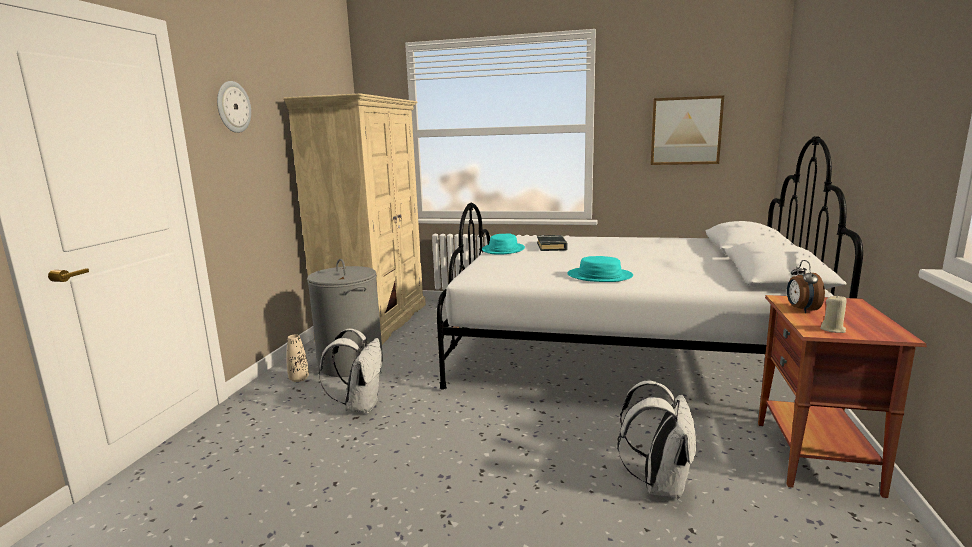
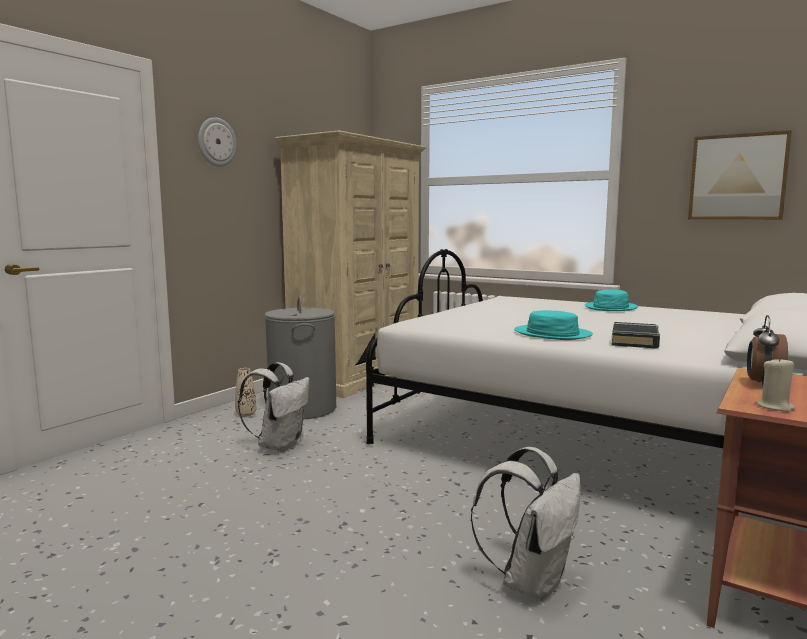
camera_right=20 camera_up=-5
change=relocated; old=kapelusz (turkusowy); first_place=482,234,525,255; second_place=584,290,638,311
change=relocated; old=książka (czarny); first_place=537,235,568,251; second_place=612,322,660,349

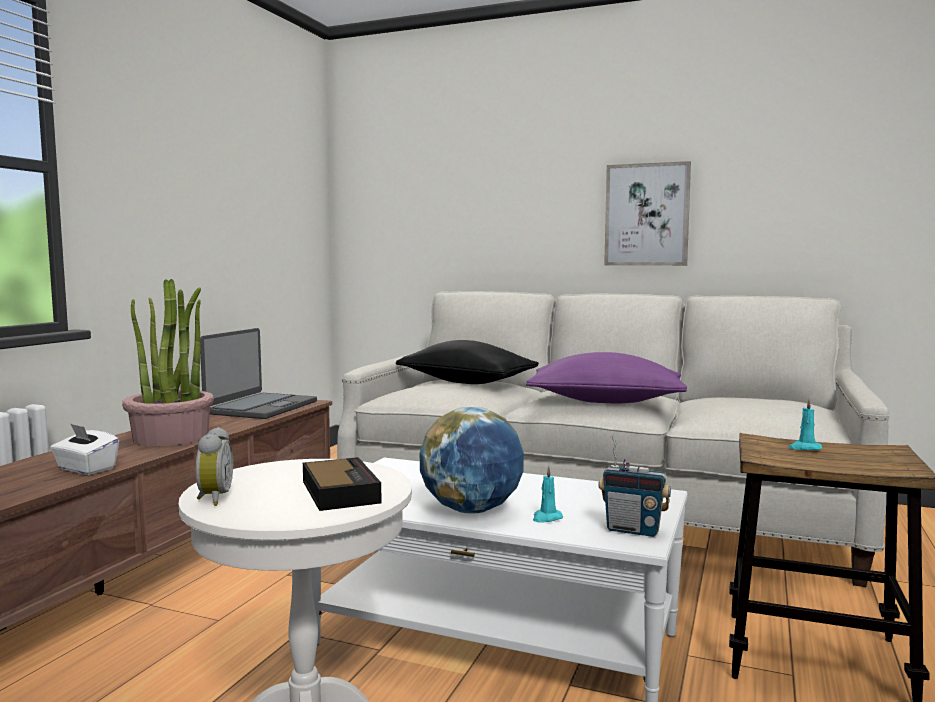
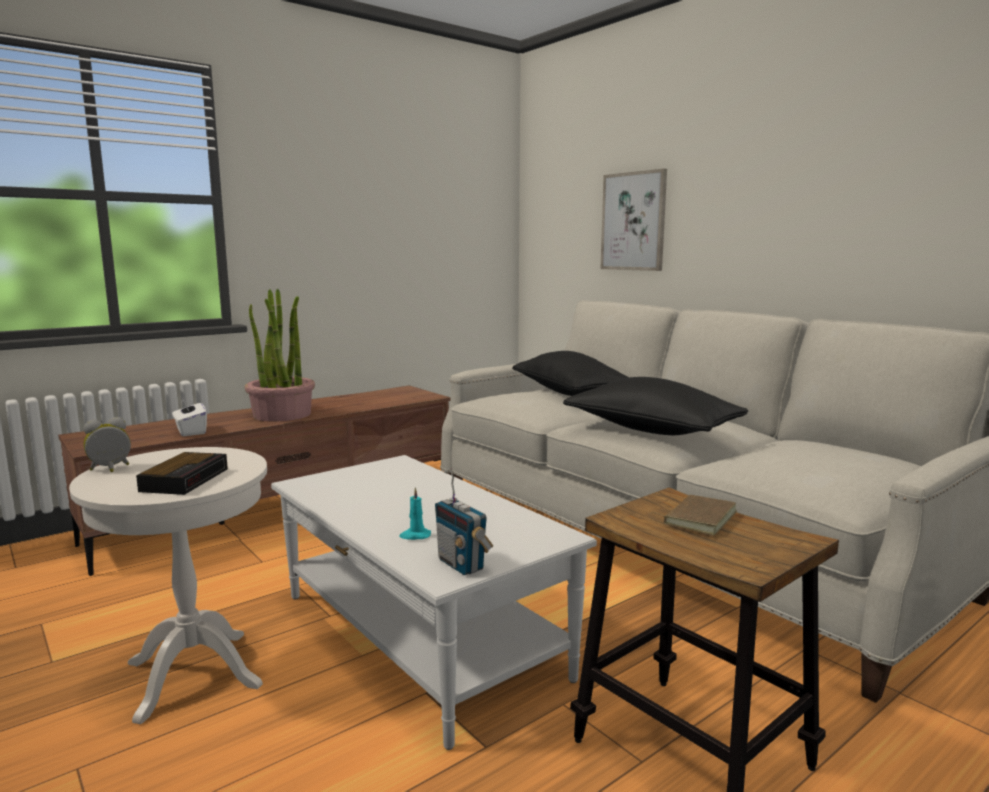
camera_right=30 camera_up=5
change=relocated; old=obraz; first_place=604,161,691,266; second_place=600,168,667,271
change=missing; old=laptop; first_place=200,328,317,419
change=colour; old=poduszka (fioletowy); new=poduszka (czarny); first_place=526,352,687,403; second_place=563,377,748,435
change=exchanged; old=świeca (turkusowy); new=książka (brązowy); first_place=789,399,822,450; second_place=652,495,737,535
change=missing; old=globus; first_place=420,407,524,514
change=spun; old=budzik; first_place=196,427,233,506; second_place=83,417,131,472; degrees=-150

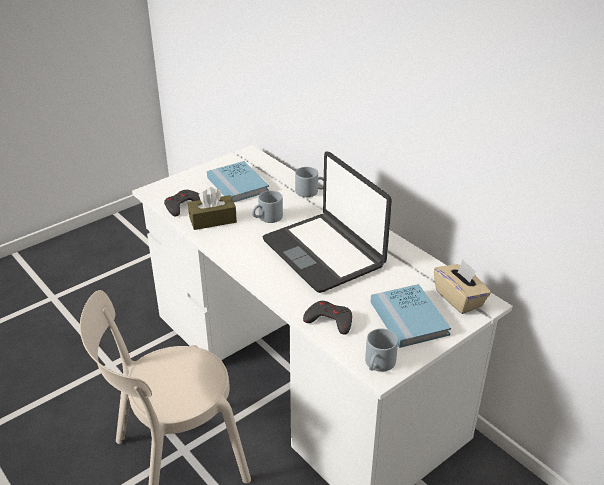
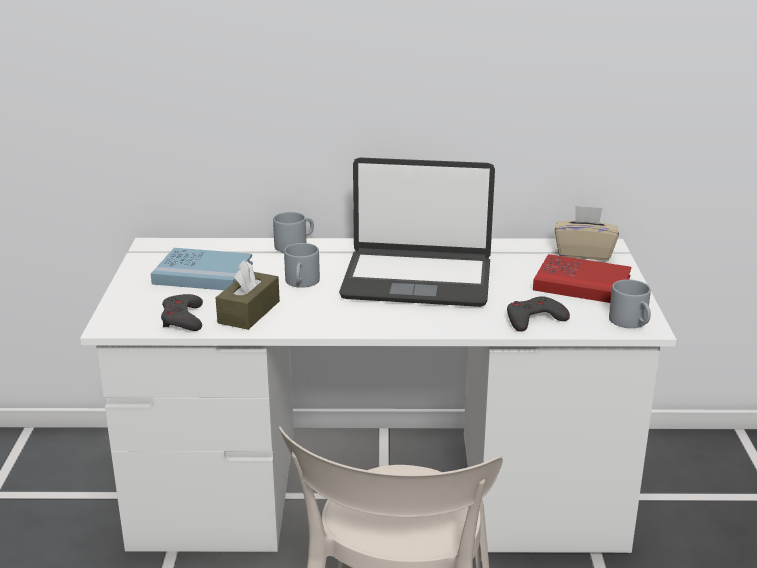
camera_right=-50 camera_up=-10
change=colour; old=książka (niebieski); new=książka (czerwony); first_place=370,284,451,348; second_place=533,254,631,303

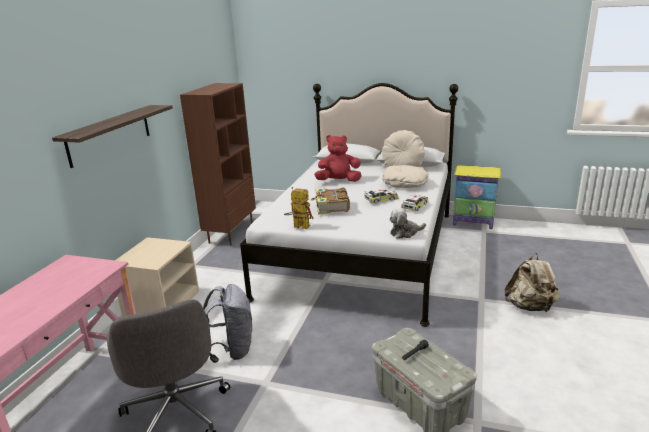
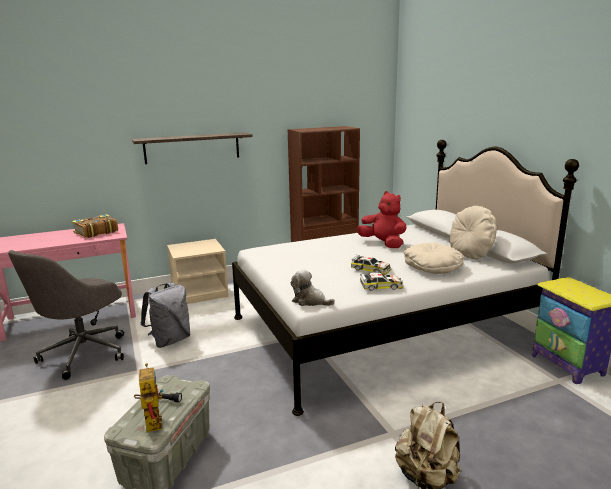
camera_right=50 camera_up=-5
change=relocated; old=robot zabawkowy; first_place=284,187,313,229; second_place=134,363,164,432
change=relocated; old=książka; first_place=310,188,350,214; second_place=72,214,118,238

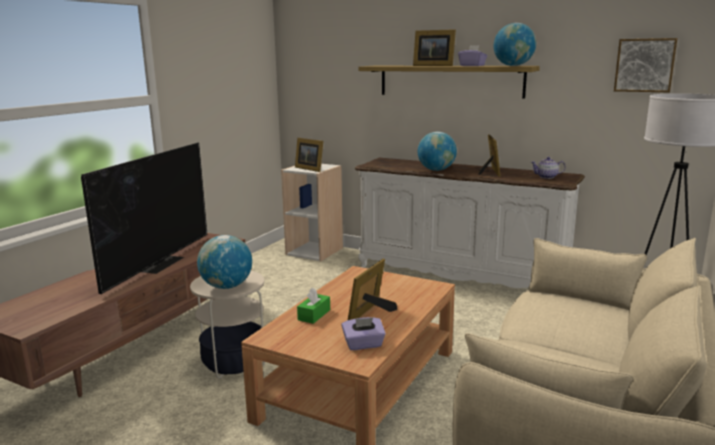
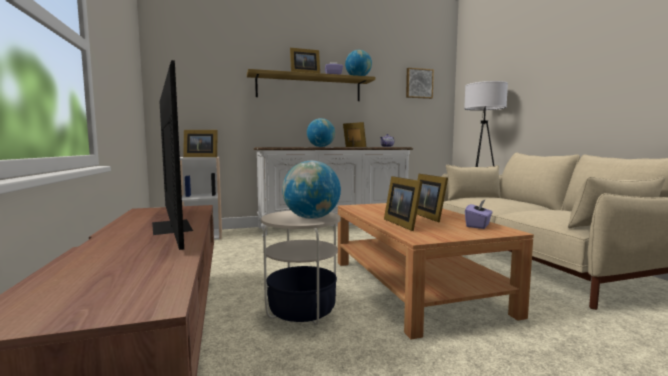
camera_right=-45 camera_up=-10
change=exchanged; old=pudełko chusteczek (zielony); new=ramka na zdjęcie; first_place=297,287,330,324; second_place=384,176,423,231

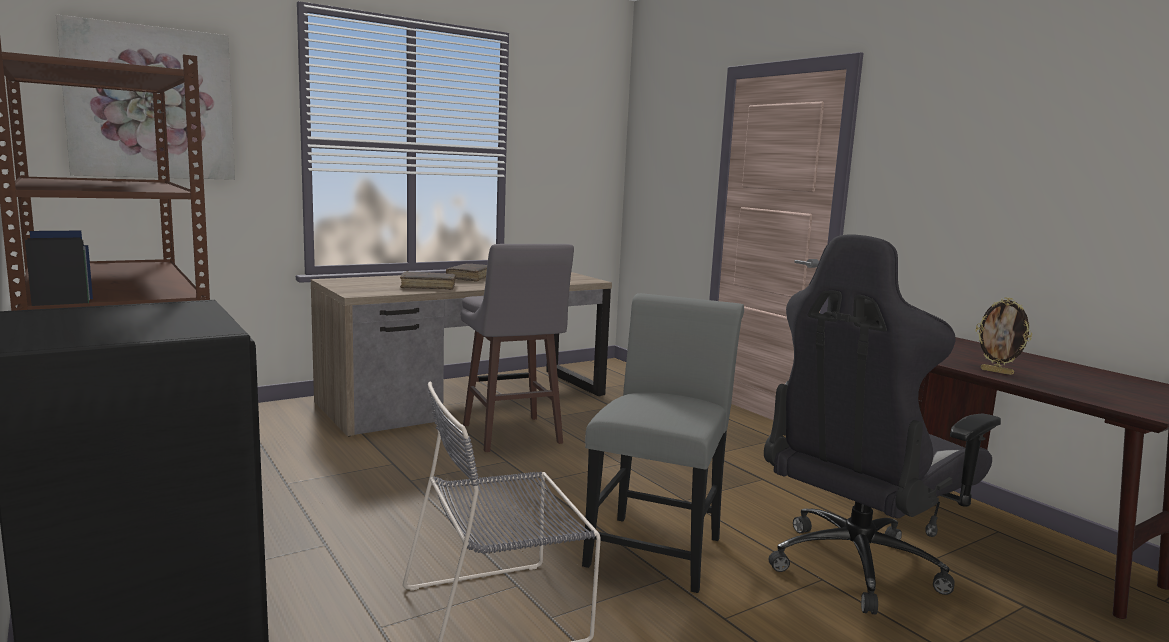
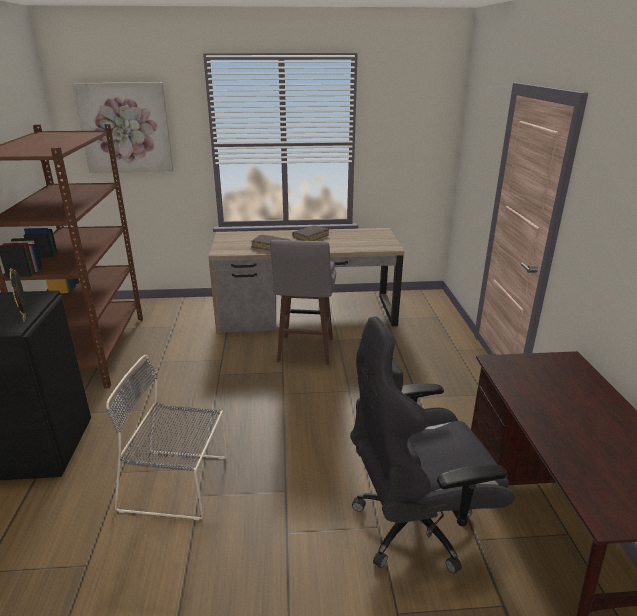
camera_right=30 camera_up=15
change=missing; old=krzesło (szary); first_place=582,293,744,593
change=relocated; old=ramka na zdjęcie; first_place=976,297,1032,375; second_place=9,268,26,322

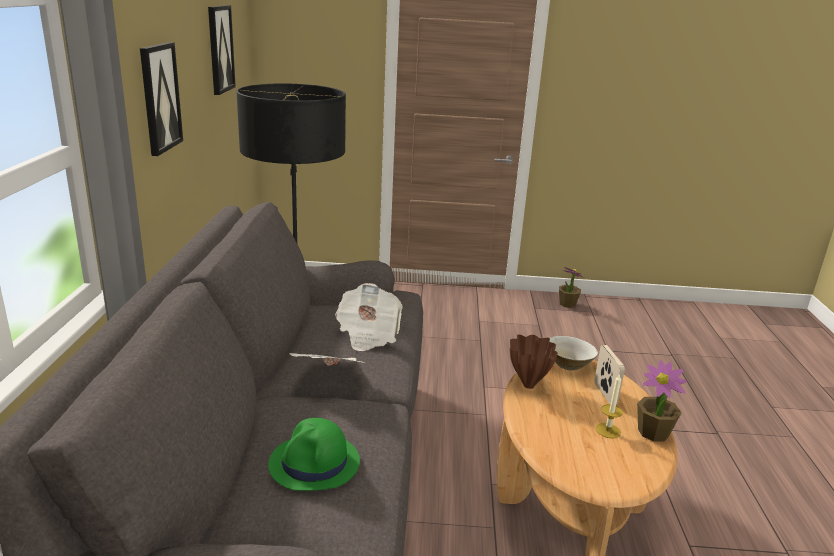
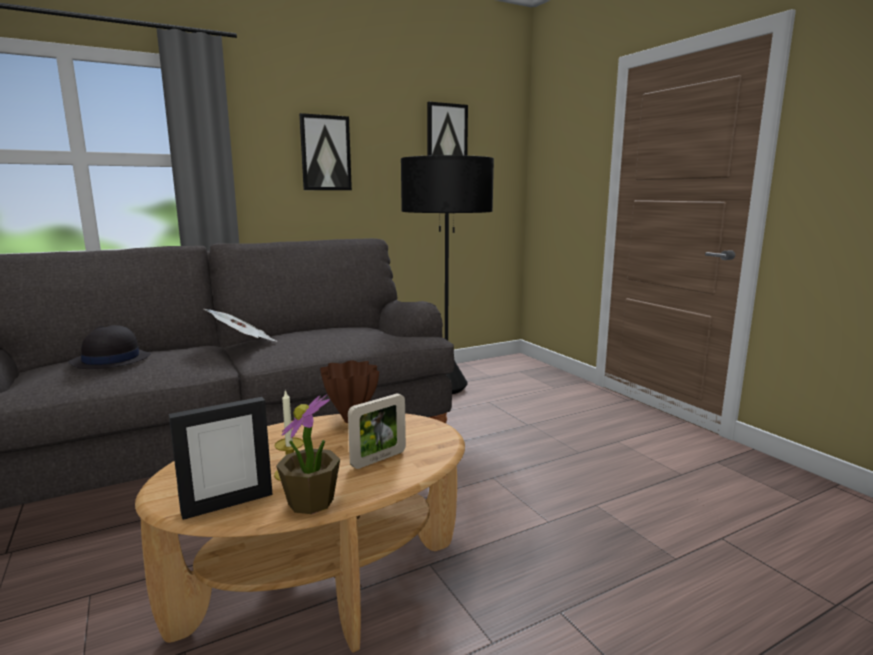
camera_right=60 camera_up=-10
change=missing; old=roślina doniczkowa; first_place=559,267,584,308
change=missing; old=gazeta; first_place=335,283,403,351
change=missing; old=miska (beżowy); first_place=550,336,598,370
change=colour; old=kapelusz (zielony); new=kapelusz (czarny); first_place=268,418,360,491; second_place=69,325,150,369
change=appeared; new=ramka na zdjęcie; second_place=169,397,273,520

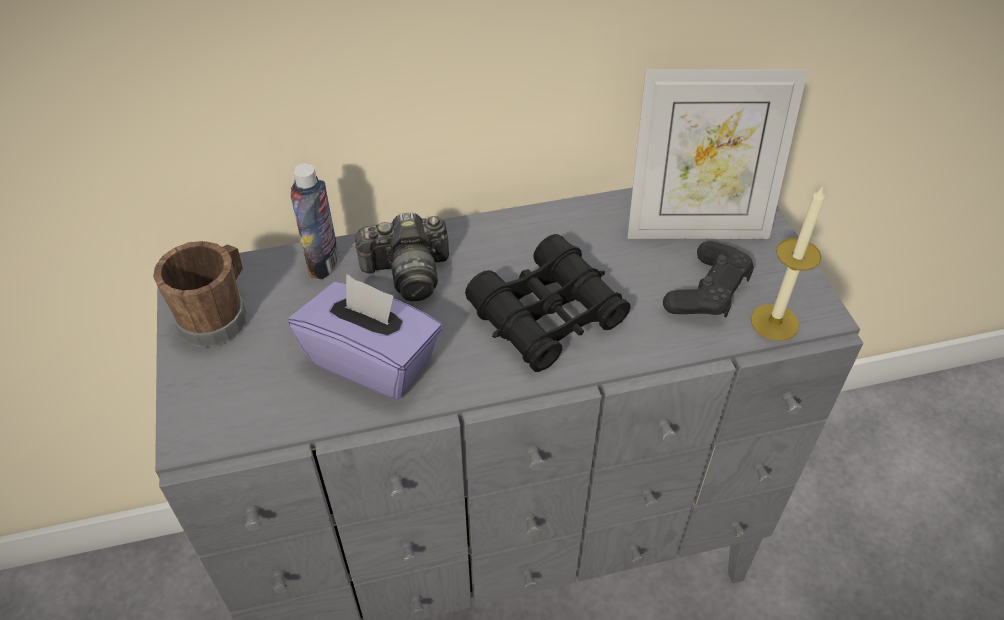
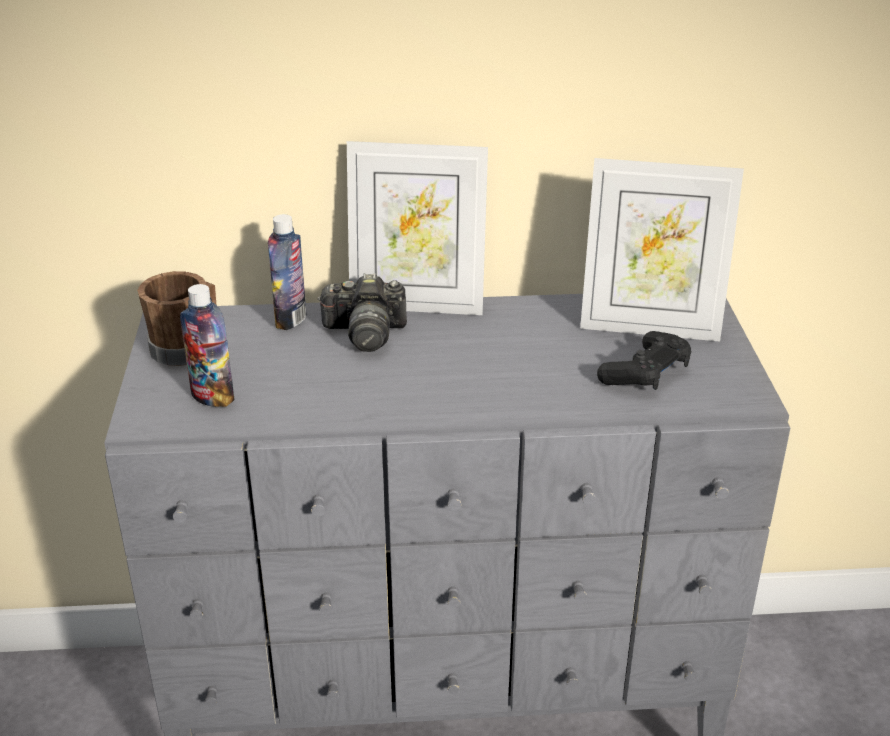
camera_right=10 camera_up=-15
change=missing; old=świeca; first_place=751,185,825,341
change=missing; old=lornetka (czarny); first_place=465,234,631,372
change=missing; old=pudełko chusteczek (fioletowy); first_place=288,274,442,400
change=appeared; new=ramka na zdjęcie; second_place=347,141,488,315
change=appeared; new=butelka; second_place=180,284,234,407

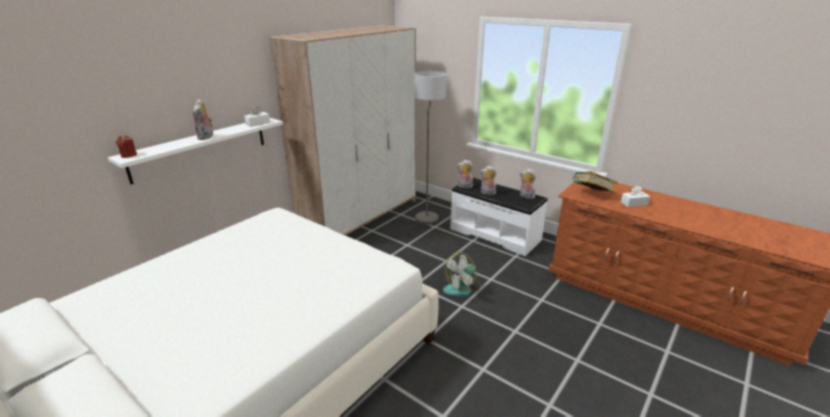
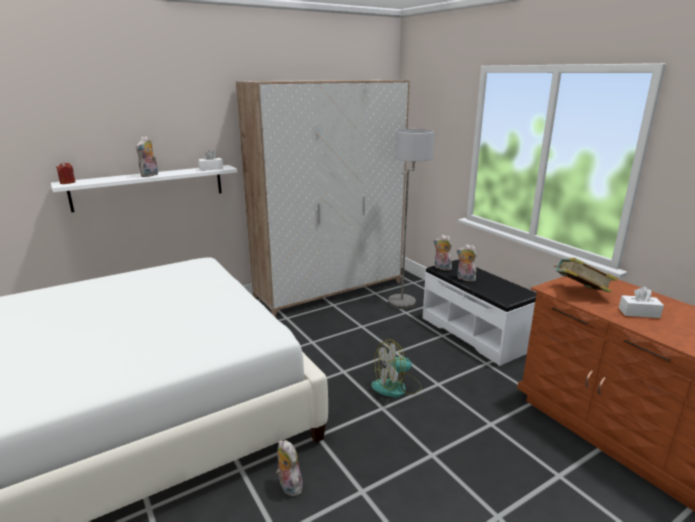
camera_right=20 camera_up=-5
change=relocated; old=pluszak; first_place=520,168,536,199; second_place=276,440,303,496

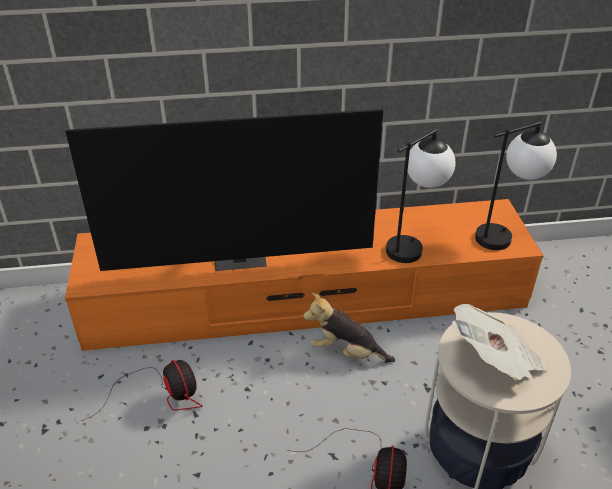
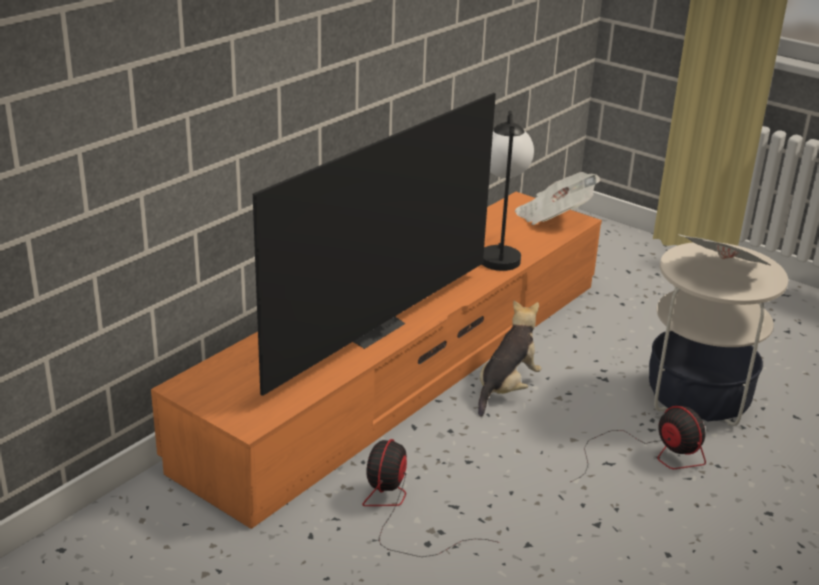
camera_right=-45 camera_up=-10
change=exchanged; old=lampa stołowa; new=gazeta; first_place=475,122,557,250; second_place=515,172,600,225
change=spun; old=pluszak; first_place=303,293,395,362; second_place=478,301,542,417; degrees=150
change=spun; old=wentylator; first_place=81,360,202,421; second_place=362,439,499,557; degrees=-90

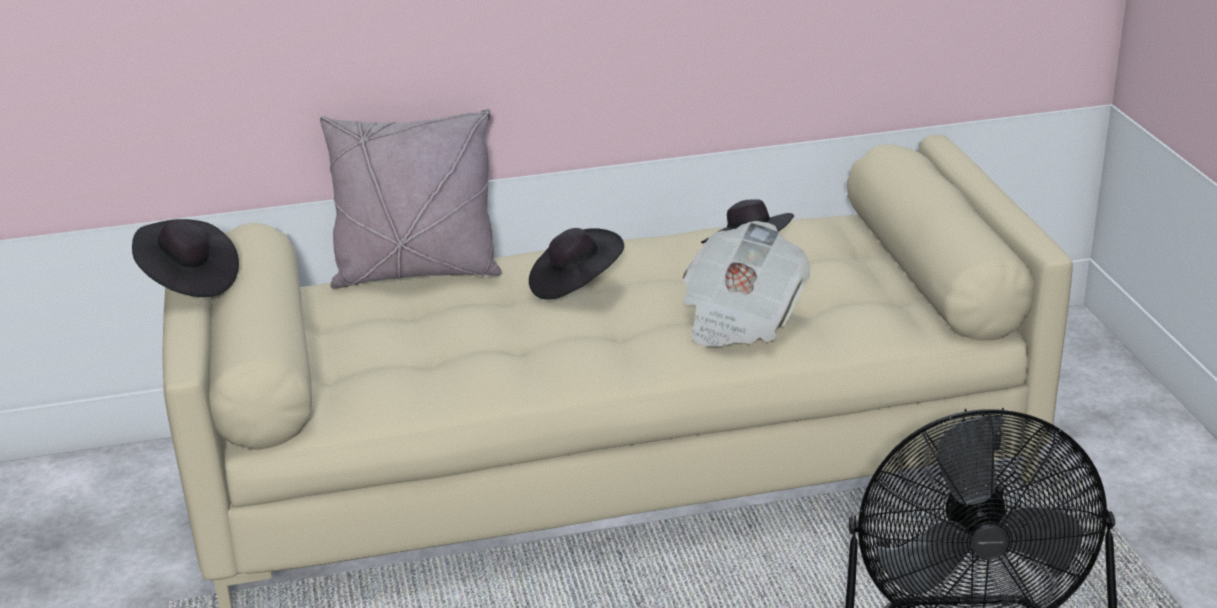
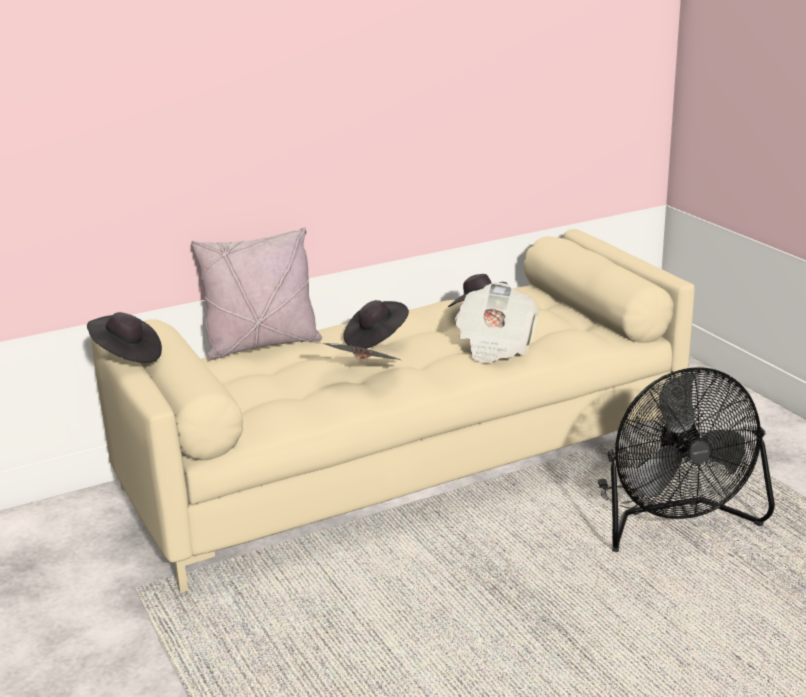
camera_right=-15 camera_up=-5
change=appeared; new=gazeta; second_place=315,342,403,361

